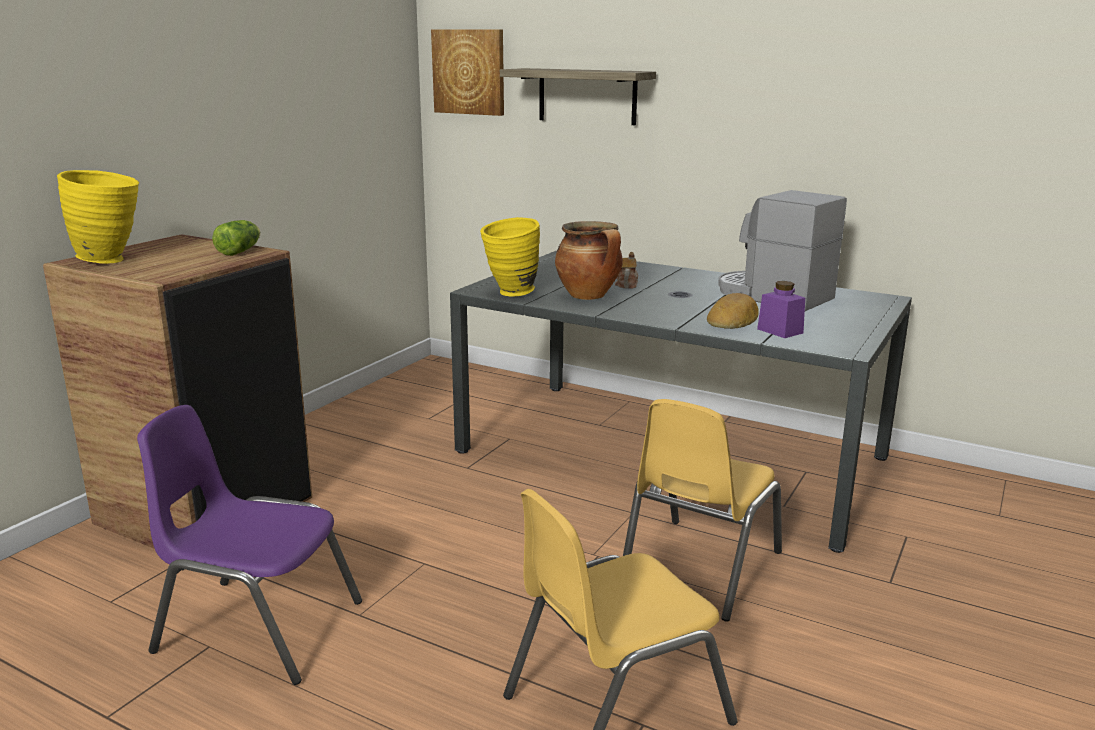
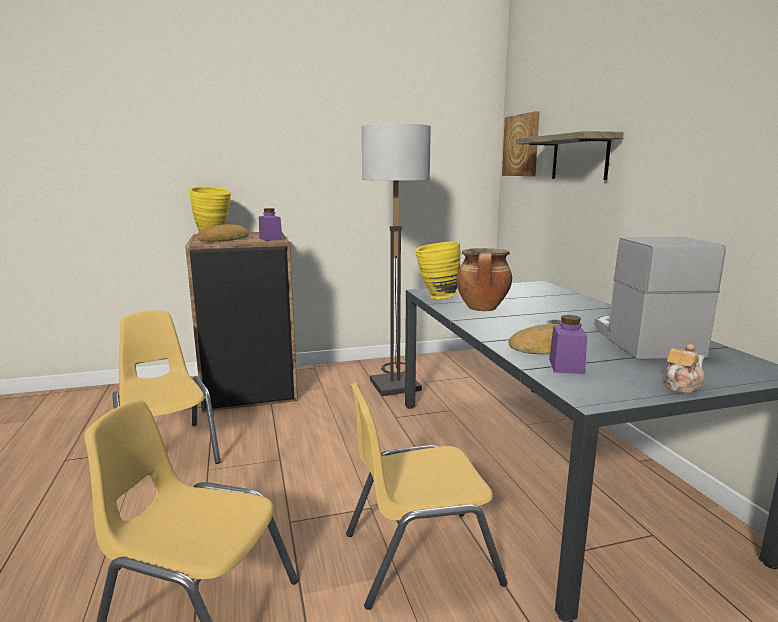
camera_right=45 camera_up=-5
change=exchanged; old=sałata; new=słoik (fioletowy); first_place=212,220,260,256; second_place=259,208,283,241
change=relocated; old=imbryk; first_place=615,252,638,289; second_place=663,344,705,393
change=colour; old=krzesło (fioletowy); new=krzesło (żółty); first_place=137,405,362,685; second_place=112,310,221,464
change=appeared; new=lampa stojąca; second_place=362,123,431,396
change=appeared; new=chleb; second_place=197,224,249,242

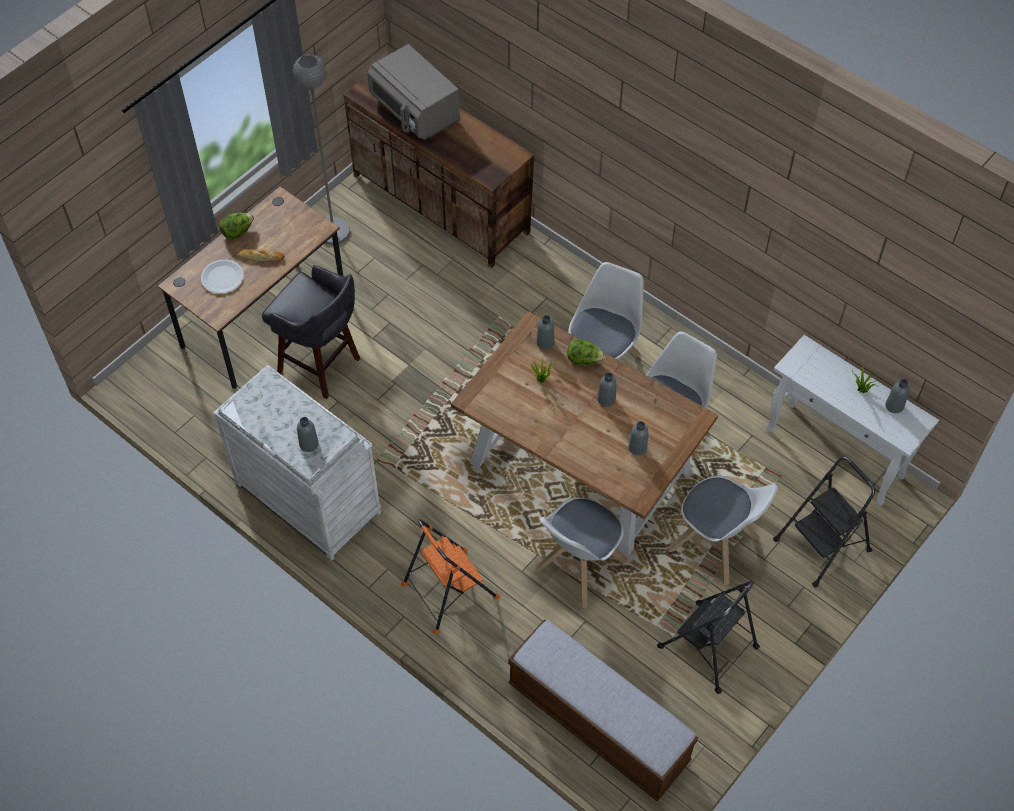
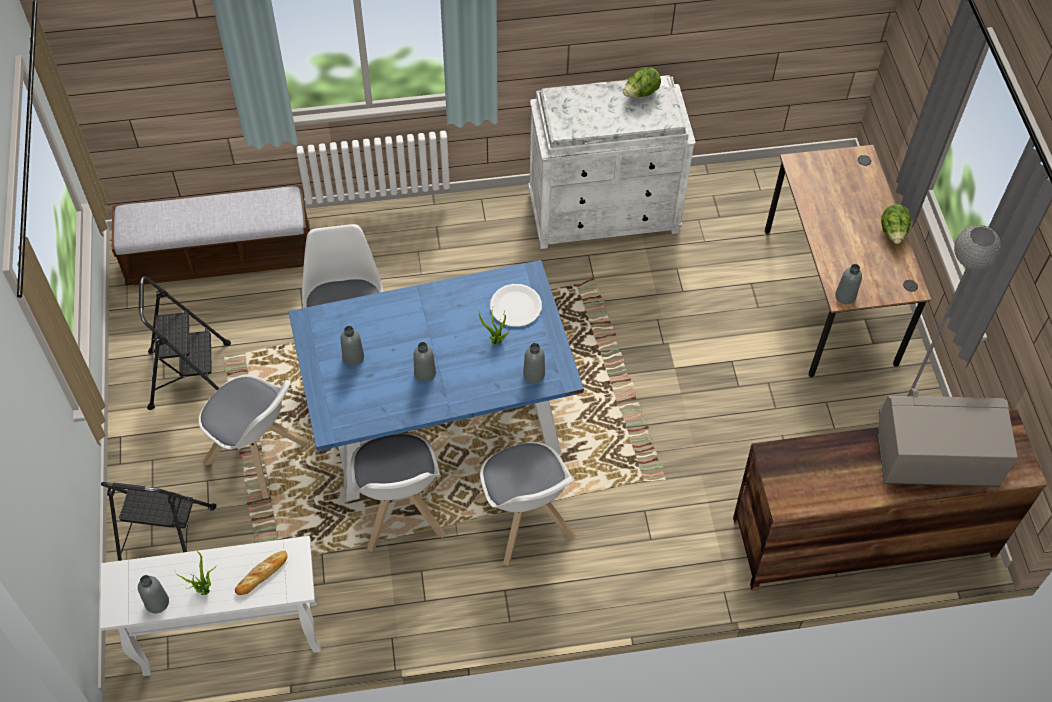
camera_right=130 camera_up=0
change=relocated; old=chleb; first_place=238,249,284,262; second_place=235,551,288,595
change=relocated; old=talerz (biały); first_place=201,260,244,294; second_place=490,284,542,327
change=missing; old=stołek (szary); first_place=262,265,360,399
change=colour; old=stół jadalny (brązowy); new=stół jadalny (niebieski); first_place=451,311,718,557; second_place=288,260,584,501
change=relocated; old=sałata; first_place=567,340,605,365; second_place=623,67,661,97
change=relocated; old=butelka (szary); first_place=297,417,319,452; second_place=835,264,862,304
change=spun; old=krzesło; first_place=667,475,778,585; second_place=198,375,310,499; degrees=-135
change=missing; old=drabinka (pomarańczowy); first_place=401,519,500,635

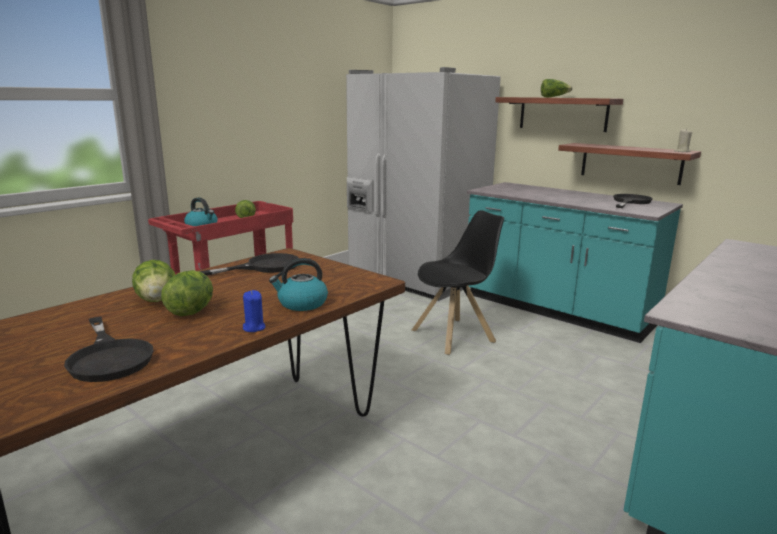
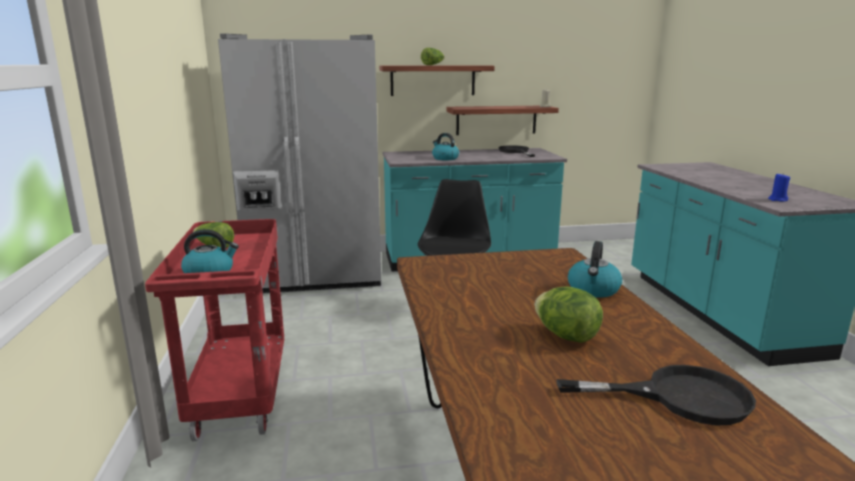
camera_right=-50 camera_up=0
change=missing; old=patelnia (czarny); first_place=199,253,298,276
change=missing; old=sałata; first_place=132,260,175,302
change=relocated; old=świeca (niebieski); first_place=243,290,265,332; second_place=768,173,790,201
change=appeared; new=czajnik; second_place=432,133,459,161

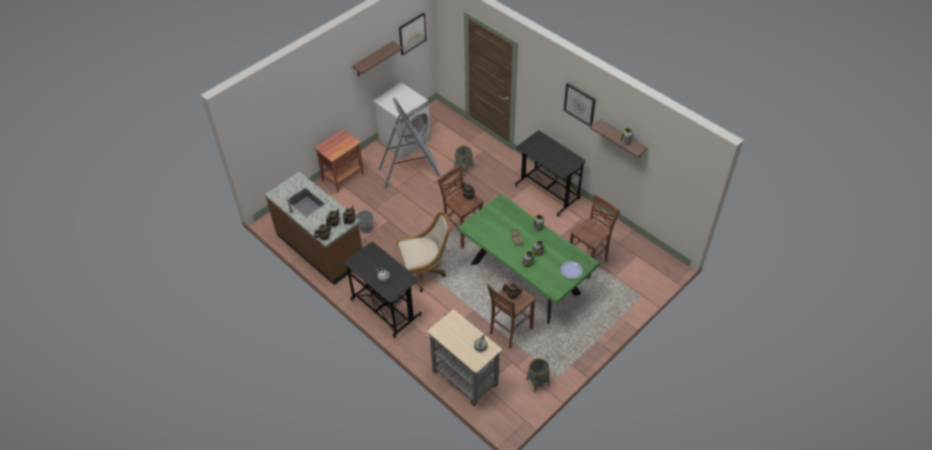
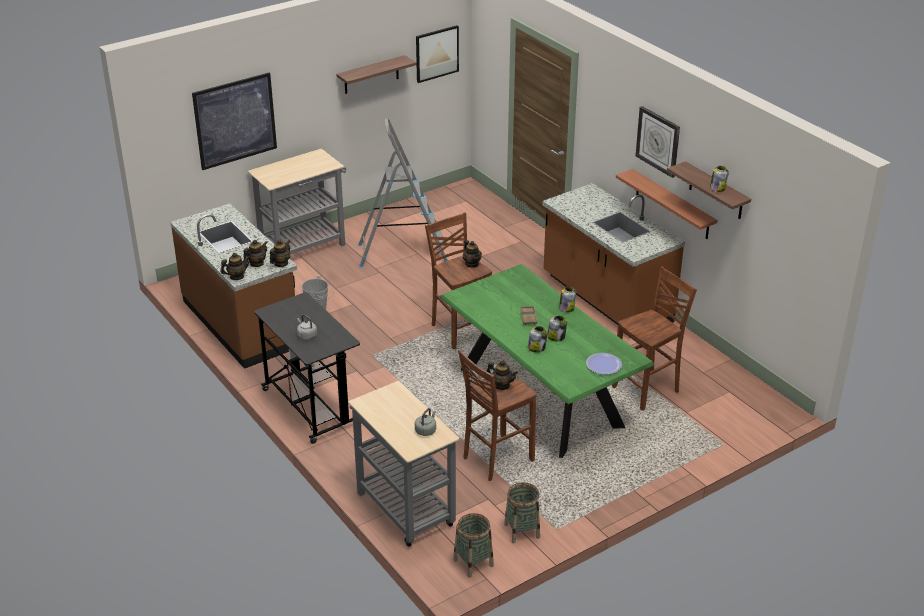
camera_right=10 camera_up=-15
change=missing; old=pralka (biały); first_place=373,82,431,159
change=exchanged; old=szafka nocna; new=wózek (szary); first_place=314,129,364,192; second_place=248,149,346,254
change=exchanged; old=biurko (czarny); new=zabudowa kuchenna (brązowy); first_place=515,130,586,217; second_place=542,183,685,325
change=relocated; old=koszyk; first_place=454,146,474,176; second_place=453,513,494,578
change=missing; old=krzesło biurowe; first_place=397,212,450,292
change=appeared; new=obraz; second_place=192,73,277,170
change=appeared; new=półka; second_place=616,169,718,239

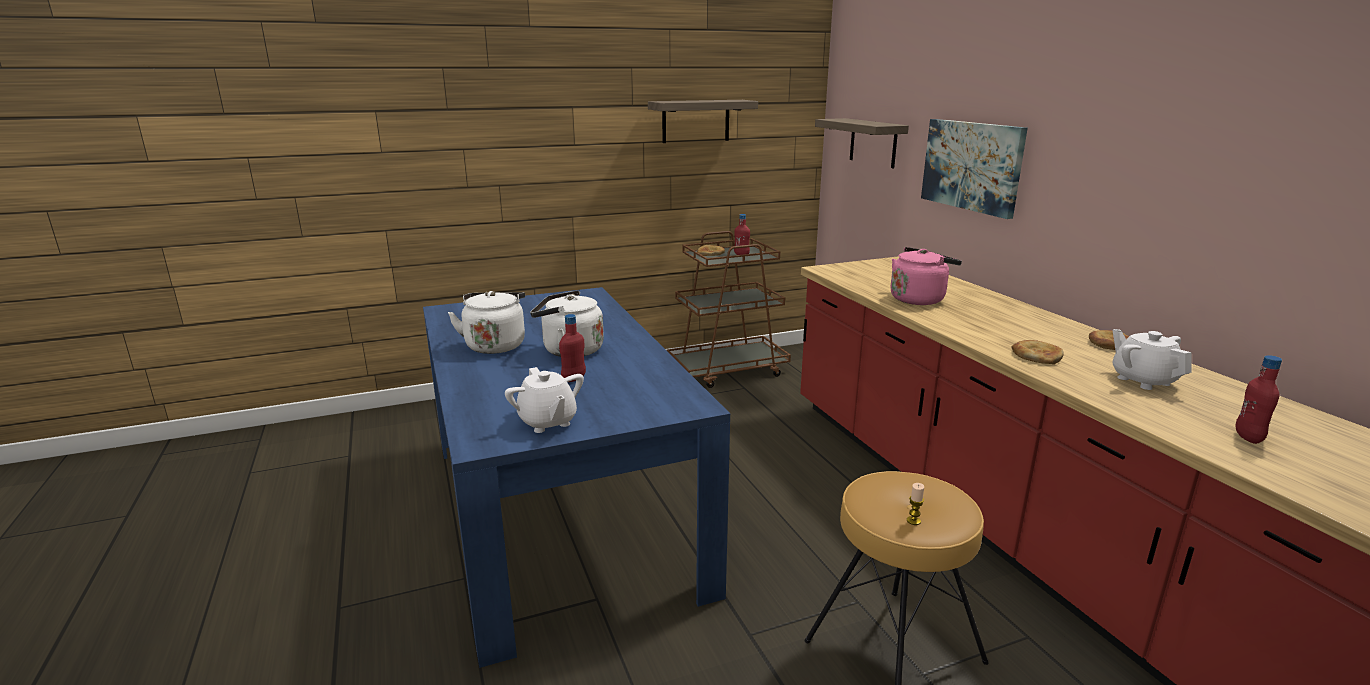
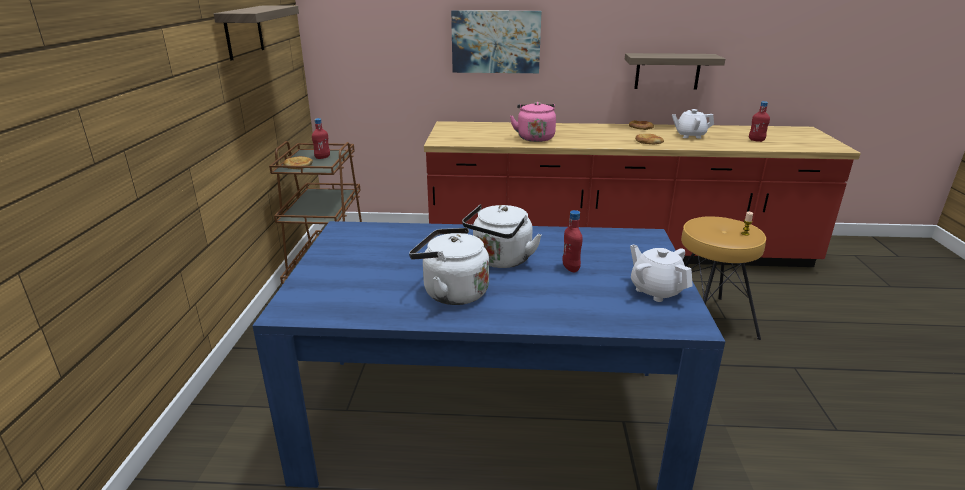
camera_right=-65 camera_up=5
change=relocated; old=półka; first_place=815,118,909,168; second_place=625,53,725,90
change=spun; old=imbryk (biały); first_place=505,367,584,433; second_place=630,244,693,302; degrees=-120

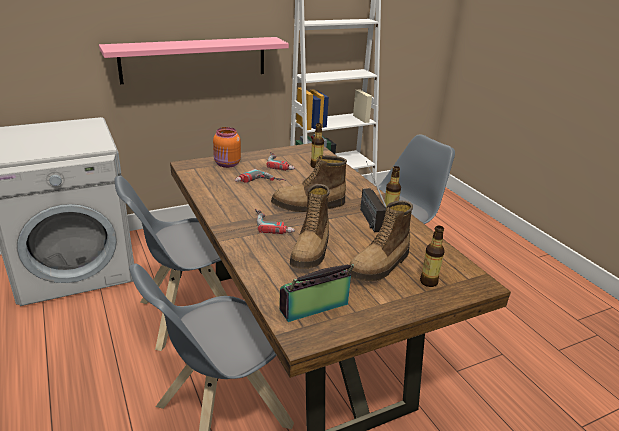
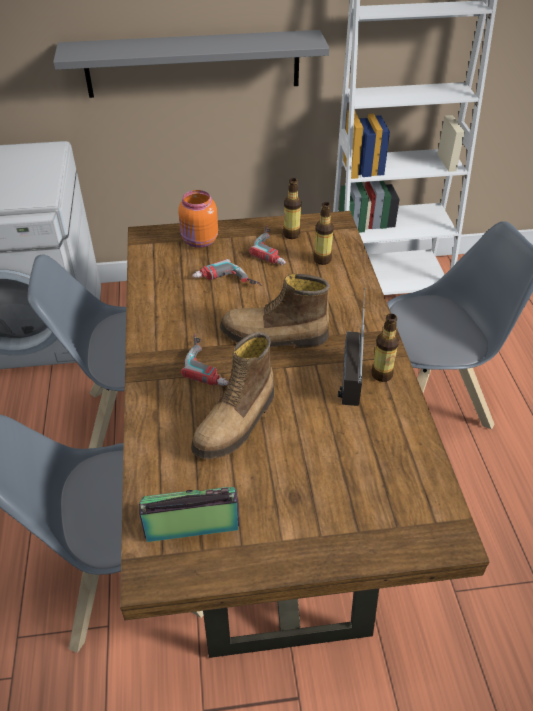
camera_right=20 camera_up=15
change=colour; old=półka (różowy); new=półka (szary); first_place=99,37,289,84; second_place=53,30,330,98
change=missing; old=but z cholewką; first_place=347,200,413,281
change=relocated; old=butelka; first_place=420,226,445,287; second_place=283,178,301,239

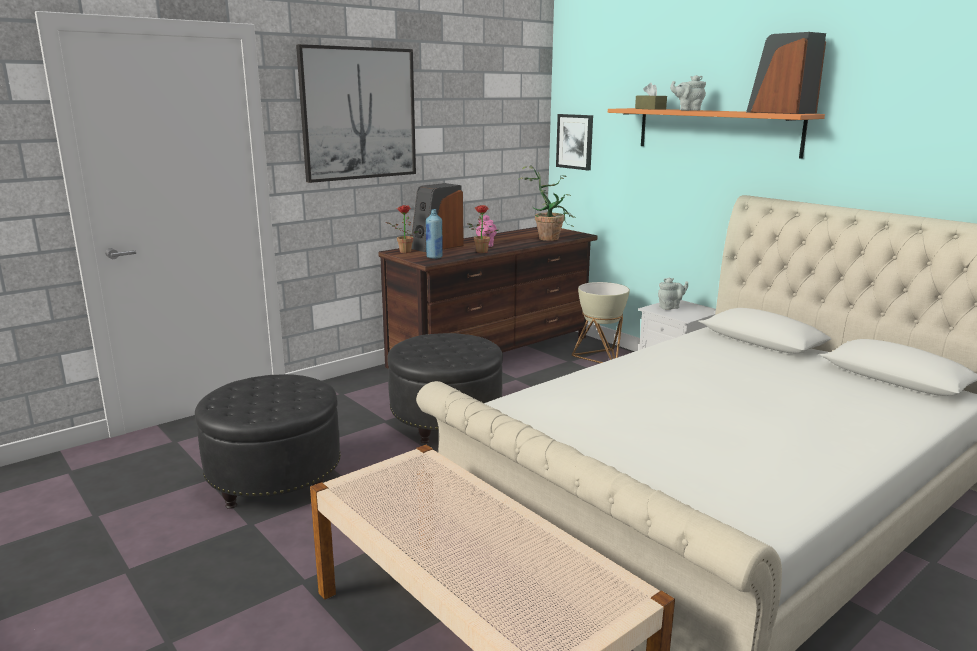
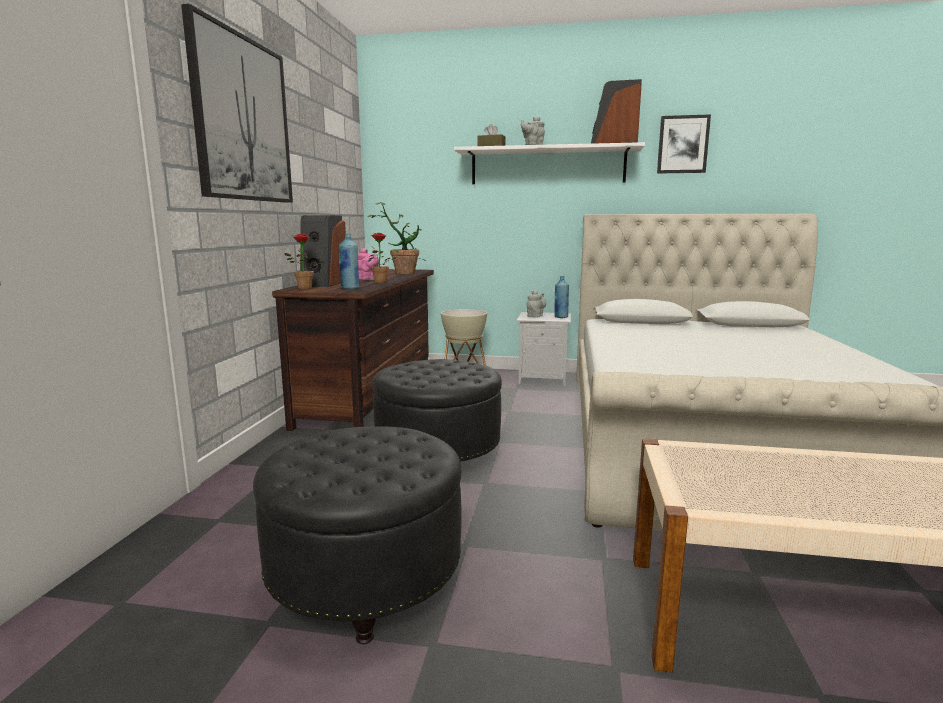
camera_right=-40 camera_up=-5
change=colour; old=półka (pomarańczowy); new=półka (biały); first_place=608,108,825,159; second_place=454,142,645,184
change=relocated; old=obraz; first_place=556,114,593,170; second_place=657,114,711,174
change=appeared; new=butelka (niebieski); second_place=554,276,569,318

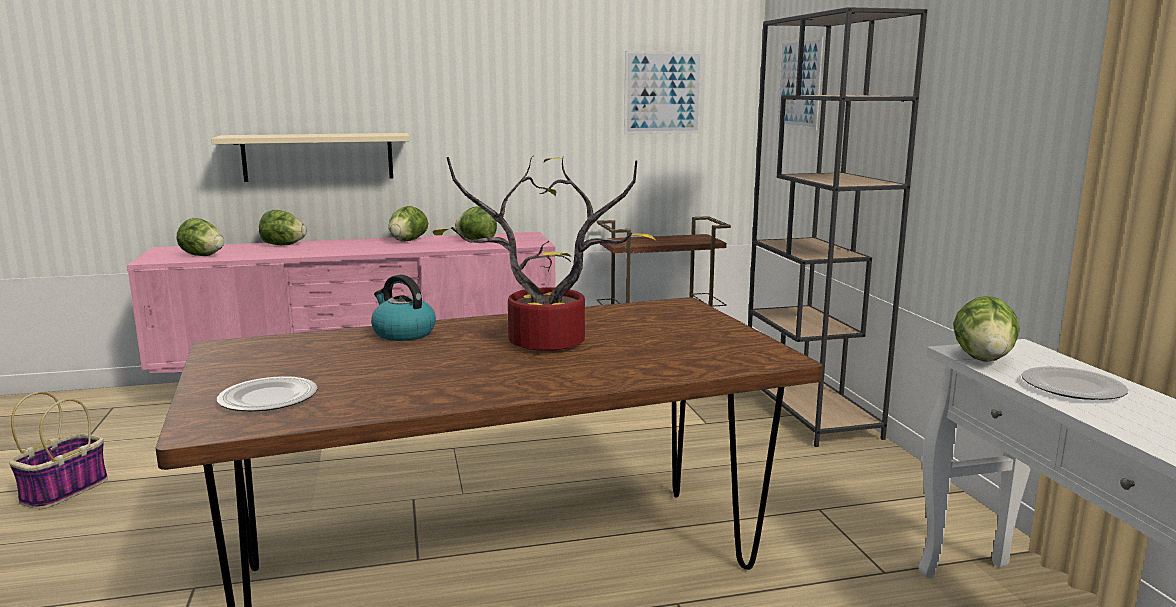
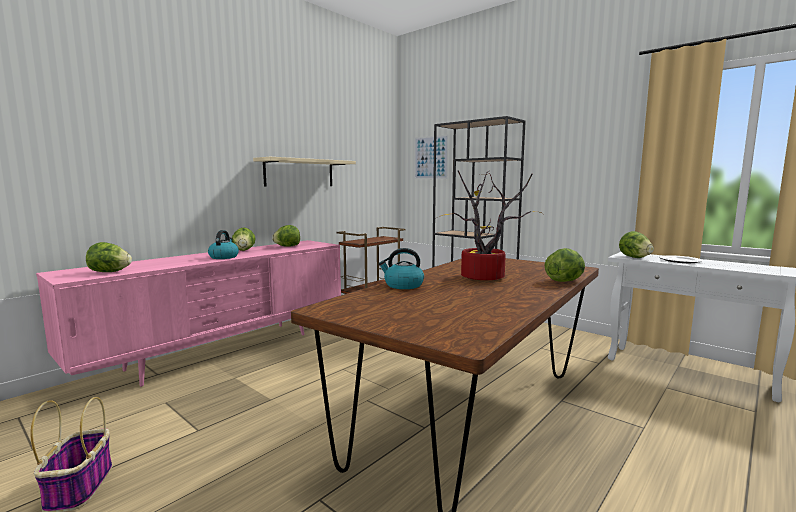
camera_right=-35 camera_up=-5
change=missing; old=obraz; first_place=624,51,703,134
change=relocated; old=półka (beżowy); first_place=211,133,410,182; second_place=253,157,356,187
change=relocated; old=sałata; first_place=259,210,307,245; second_place=545,248,585,282
change=missing; old=talerz; first_place=217,376,318,411
change=appeared; new=czajnik; second_place=208,230,239,259

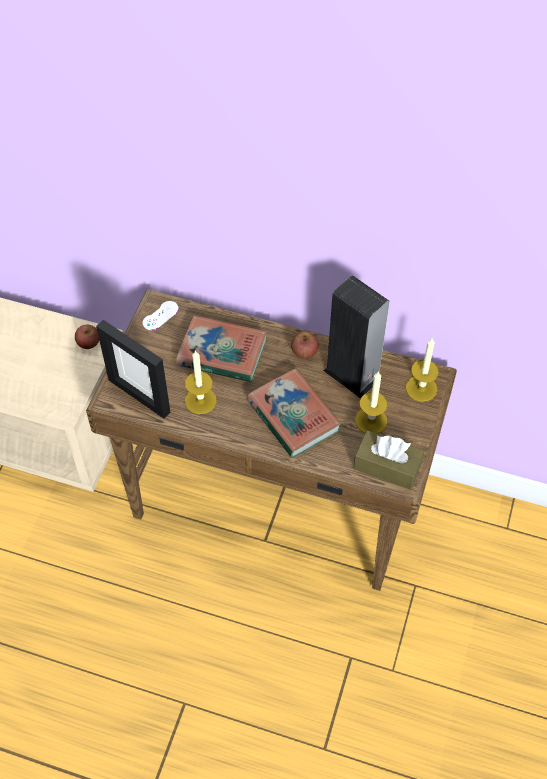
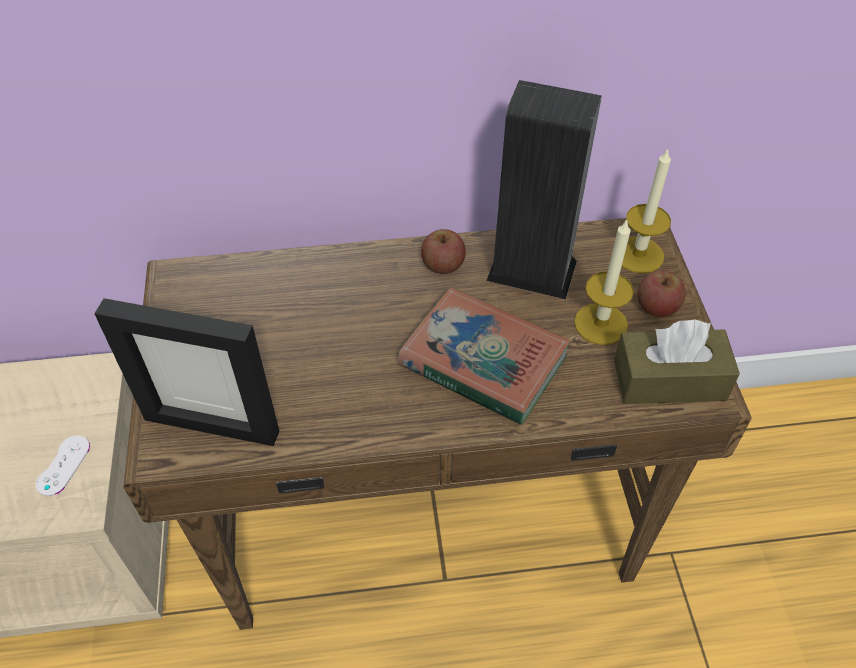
camera_right=-25 camera_up=-5
change=relocated; old=pad do gier (biały); first_place=143,301,179,330; second_place=36,435,90,496
change=missing; old=książka; first_place=176,315,267,382
change=relocated; old=jabłko; first_place=75,324,99,349; second_place=637,270,686,317
change=missing; old=świeca; first_place=185,350,217,414

